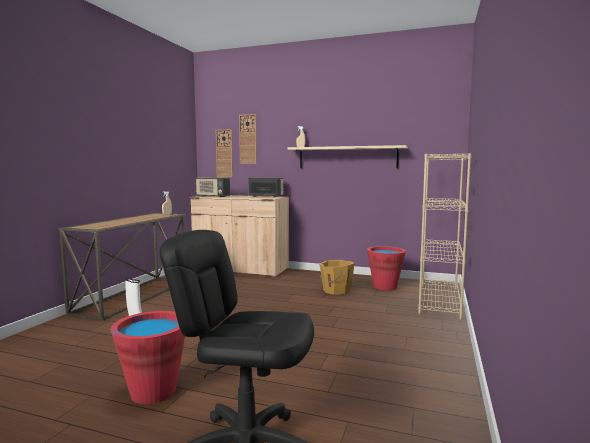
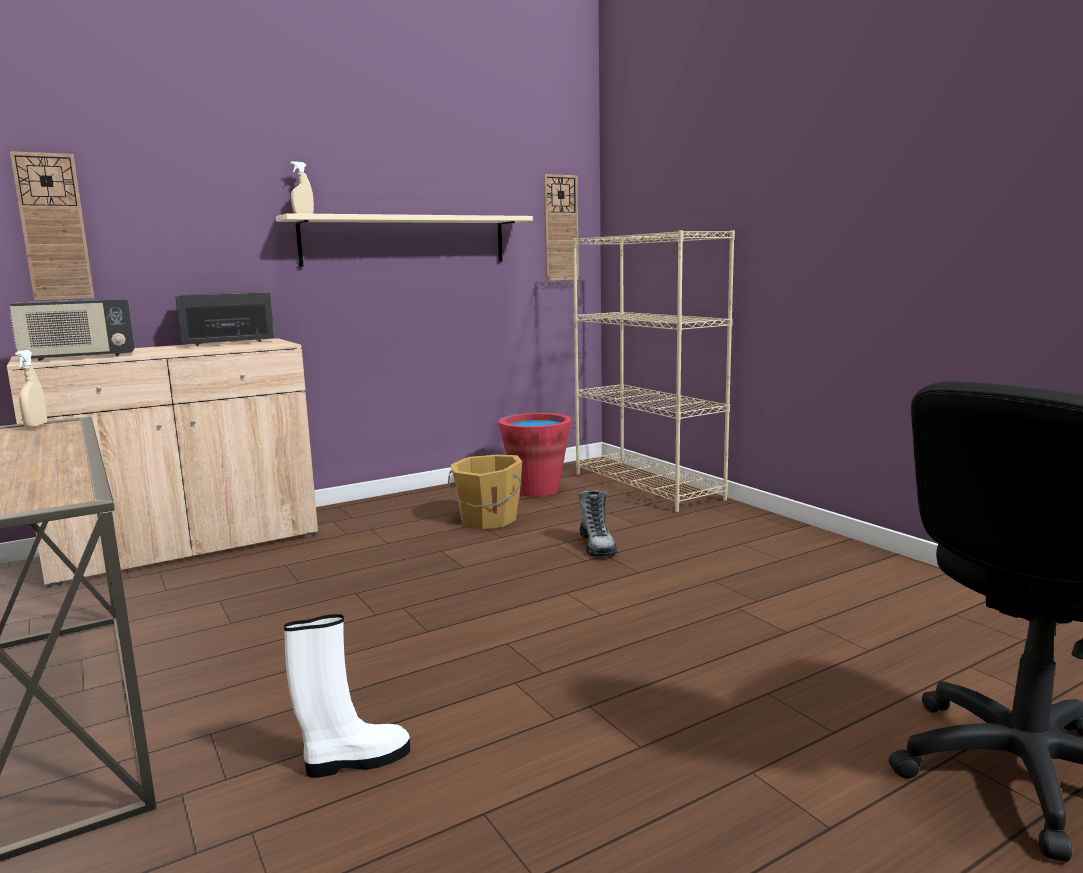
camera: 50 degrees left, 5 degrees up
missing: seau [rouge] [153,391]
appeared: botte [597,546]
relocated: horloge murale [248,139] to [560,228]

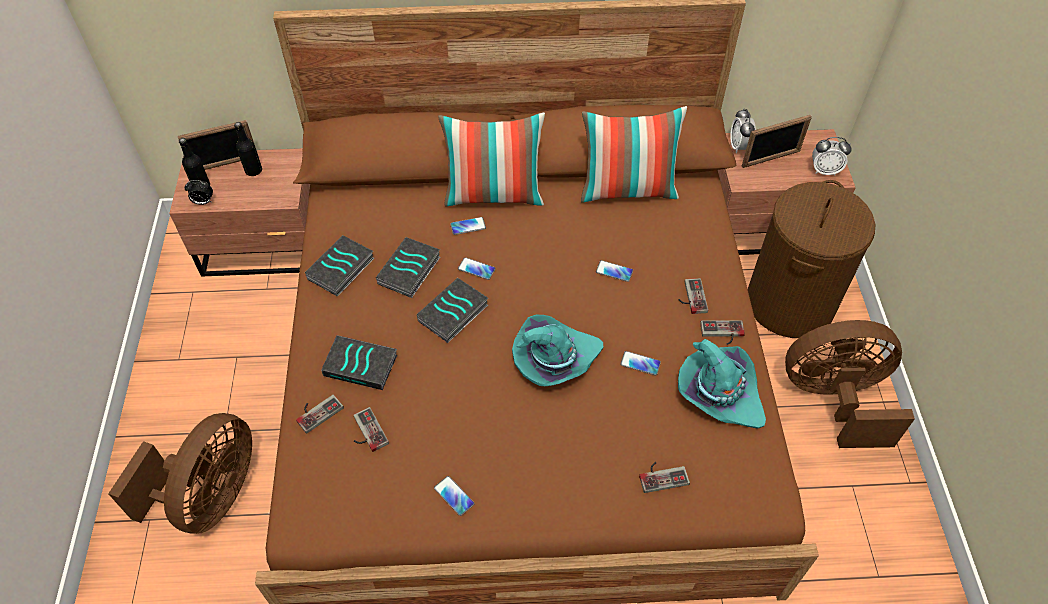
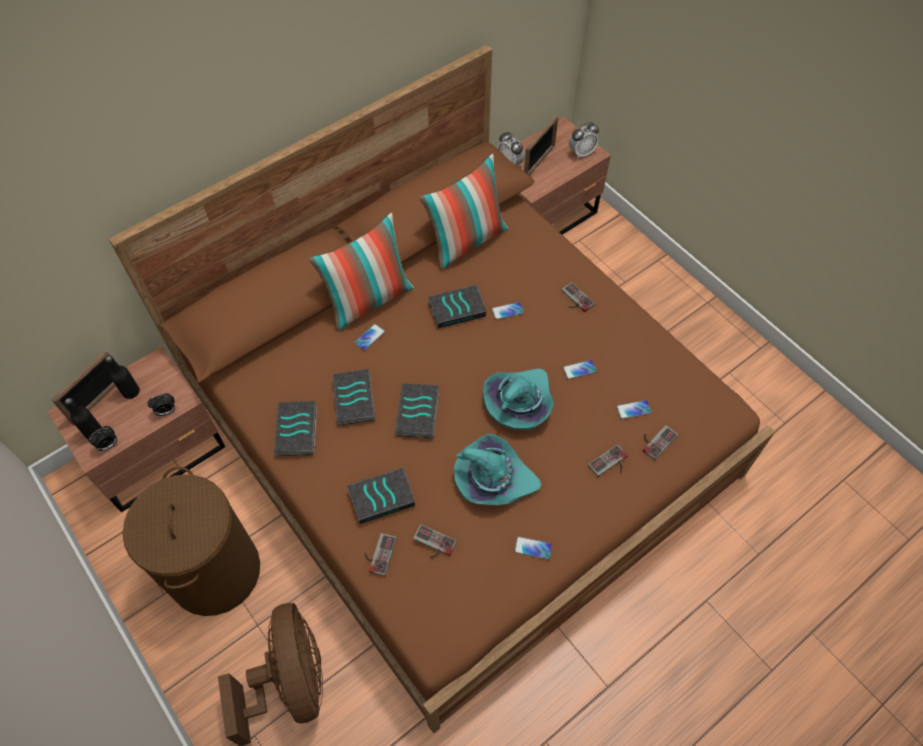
camera: 35 degrees left, 5 degrees up
missing: ventilateur [marron] [834,399]
appeared: réveil [166,411]; livre [457,308]
relocated: panier à linge [marron] [789,303] to [214,571]; chapeau [turquoise] [719,393] to [493,479]; manette [722,333] to [610,464]; téléphone [476,269] to [633,410]

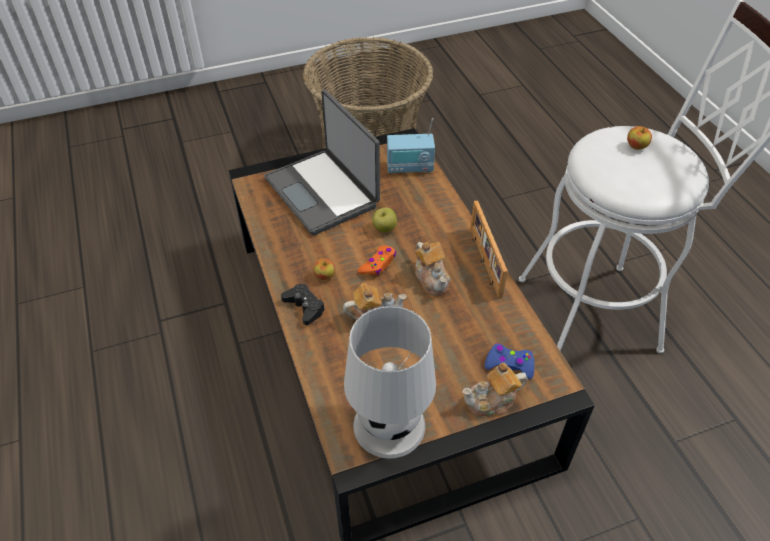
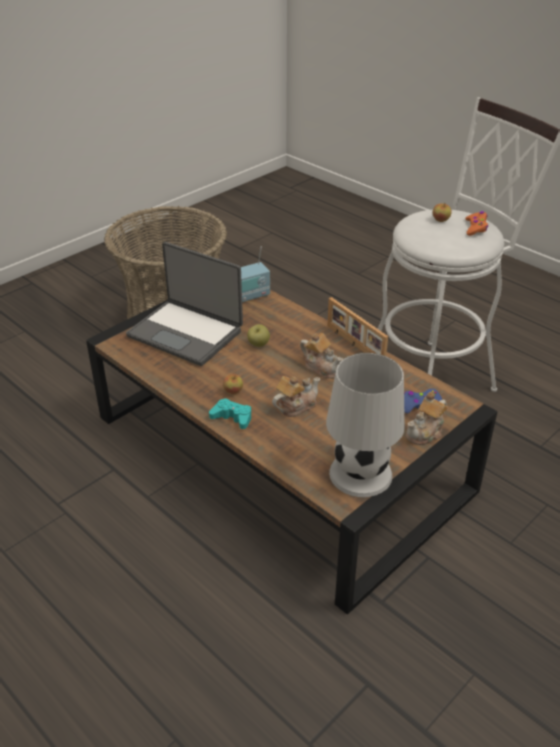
camera: 25 degrees left, 10 degrees down
relocated: manette [orange] [378,264] to [476,228]
colour: manette [noir] [304,307] to manette [turquoise] [232,417]

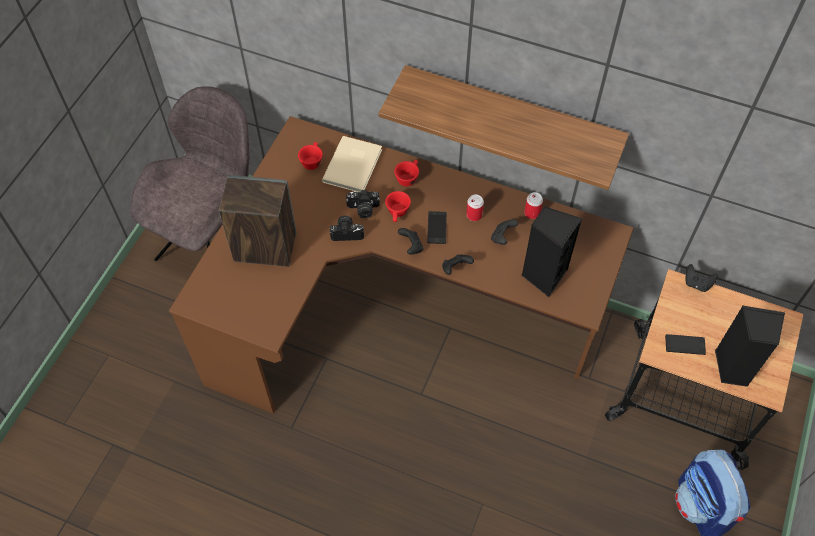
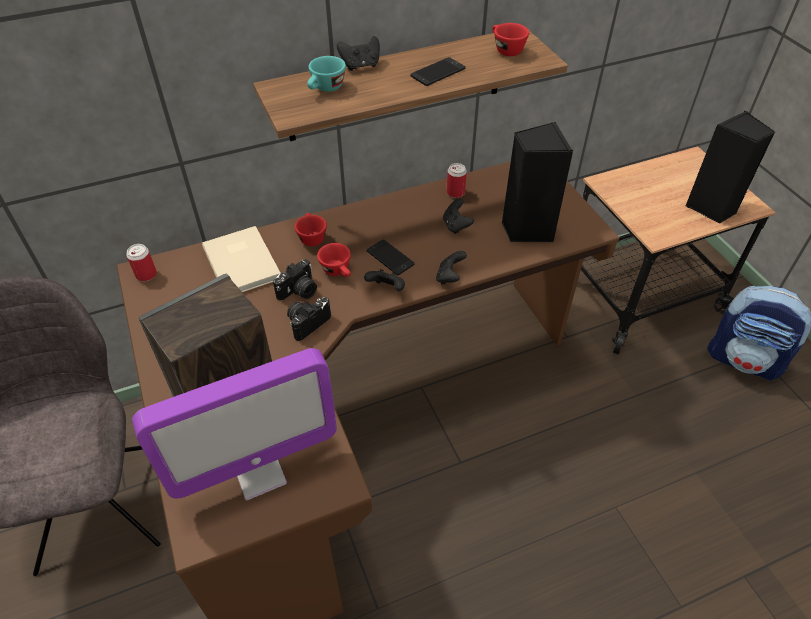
camera: 45 degrees left, 10 degrees down
appeared: écran d'ordinateur [259,472]; tasse [turquoise] [326,89]
relocated: boîte métallique [474,215] to [146,274]; manette [noir] [697,283] to [360,65]; téléphone [685,345] to [438,72]; tasse [rouge] [312,161] to [505,49]

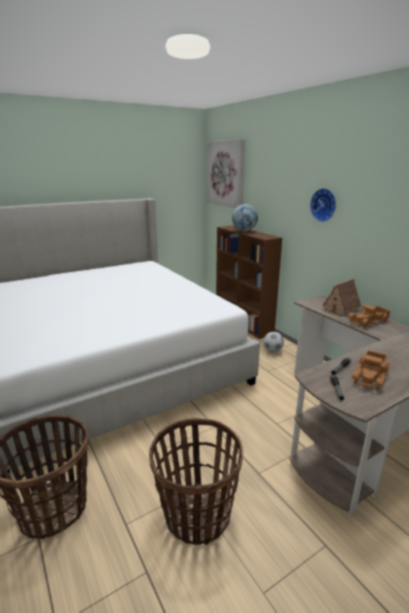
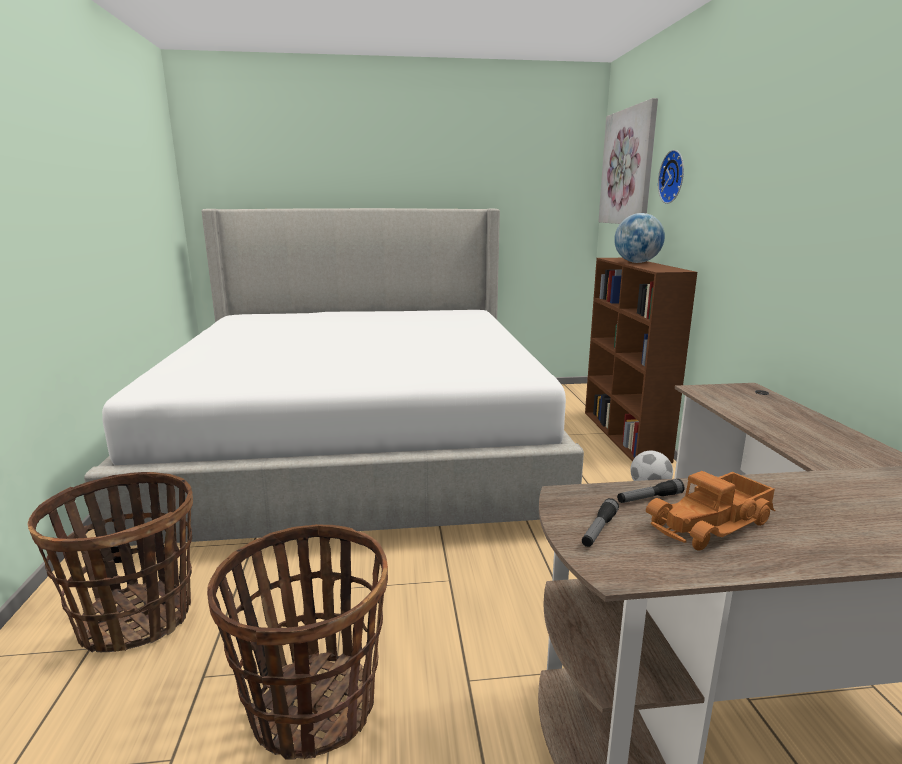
camera: 25 degrees right, 5 degrees down
missing: maison miniature [340,309]; camion jouet [369,321]
relocated: horloge murale [324,205] to [674,177]

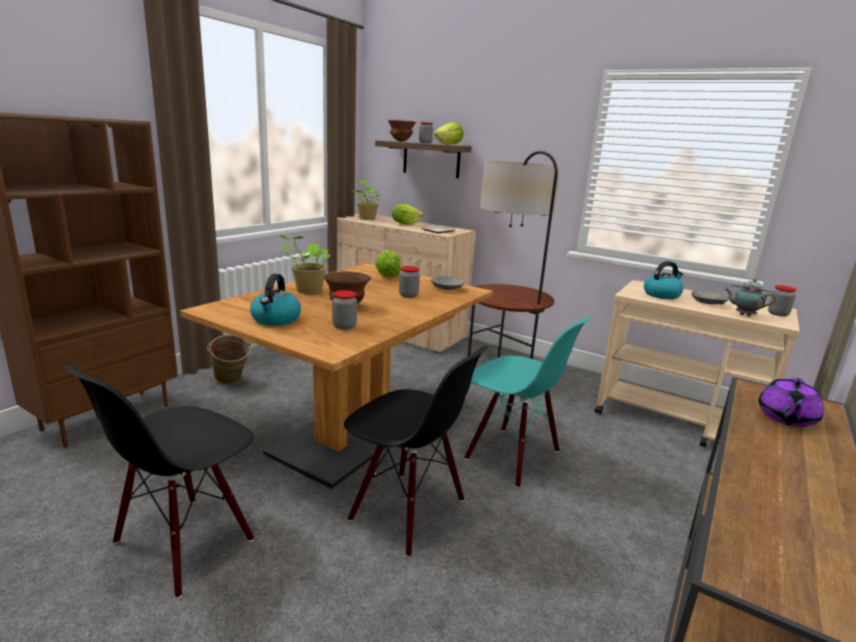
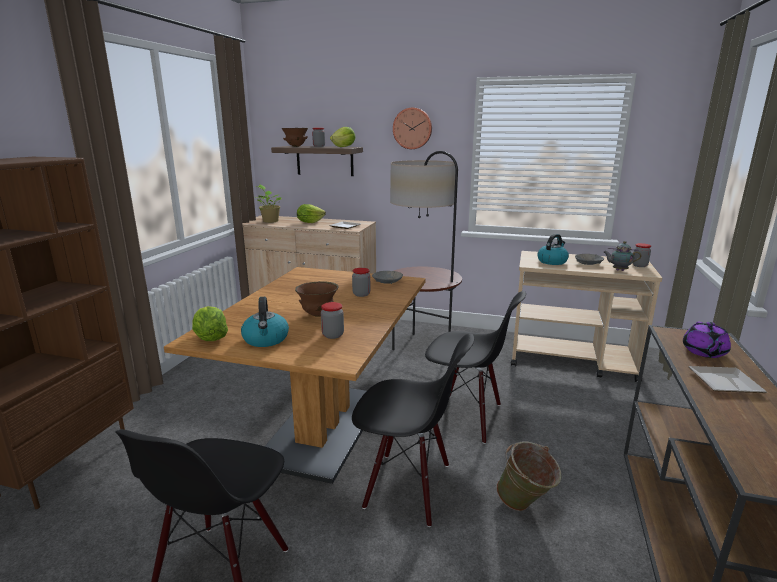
camera: 15 degrees left, 0 degrees up
missing: plante en pot [307,291]
appeared: horloge murale [412,128]; assiette [722,381]
relocated: laitue [387,276] to [210,338]; seau [vert] [231,383] to [525,506]
colour: chaise [turquoise] [512,456] to chaise [noir] [466,417]

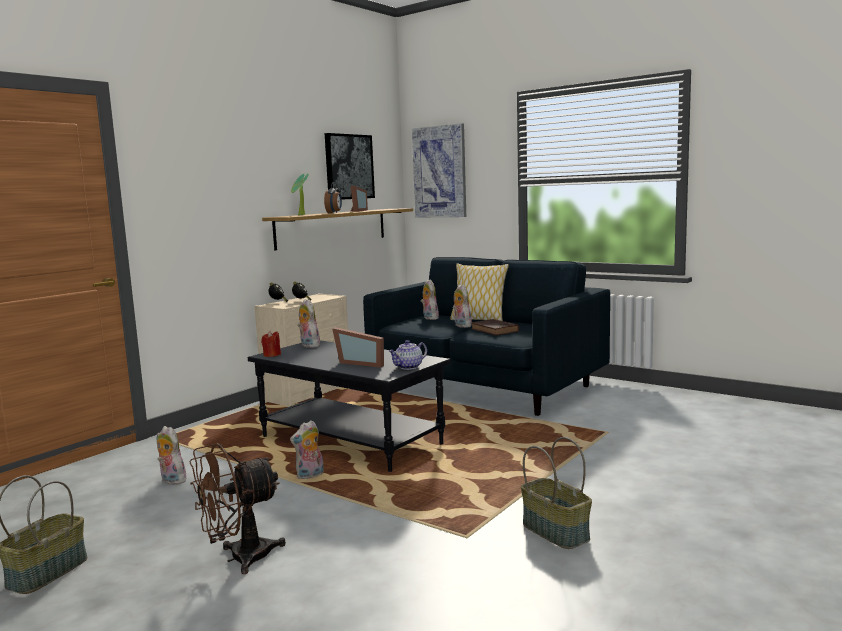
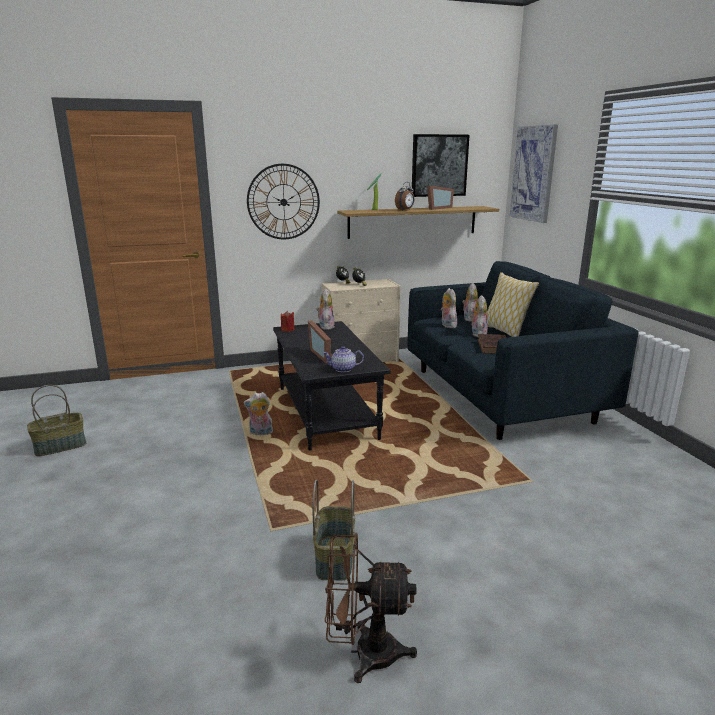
camera: 35 degrees right, 10 degrees up
appeared: horloge murale [283,202]
relocated: ventilateur [marron] [239,558] to [364,653]; peluche [171,480] to [447,325]

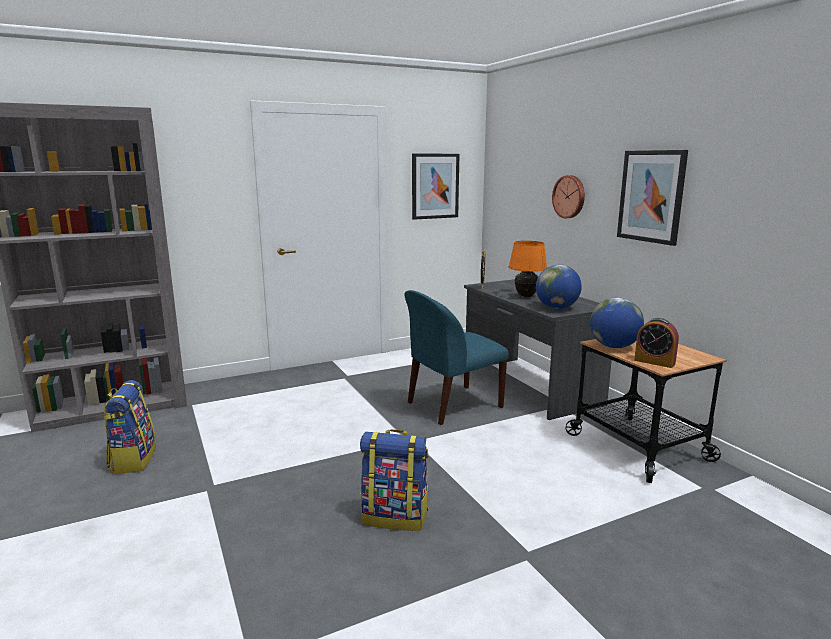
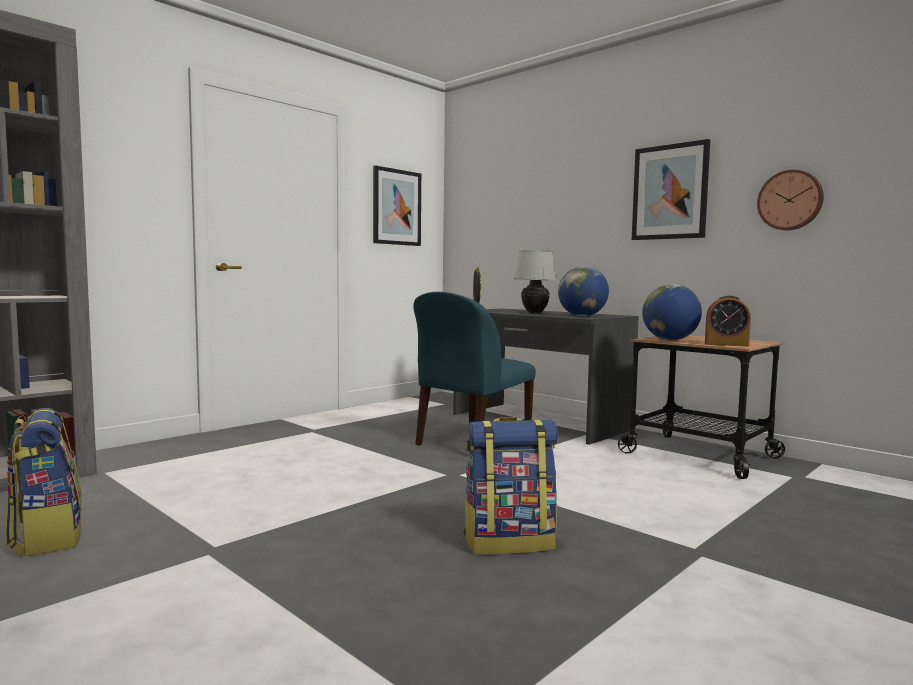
camera: 20 degrees left, 10 degrees down
relocated: horloge murale [569,196] to [790,200]
colour: lampe de table [orange] [525,296] to lampe de table [blanc] [534,313]

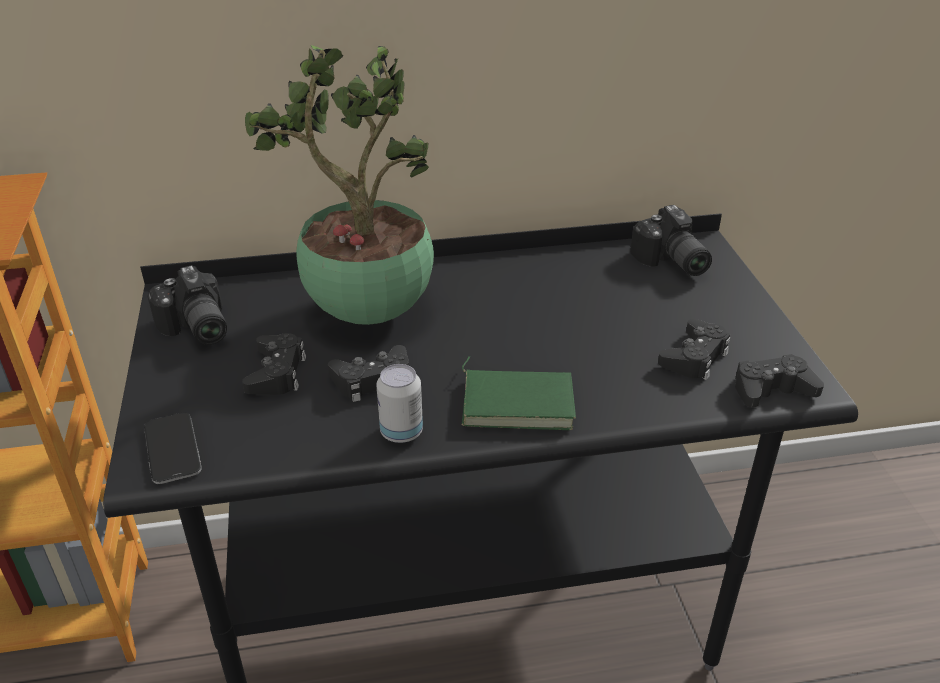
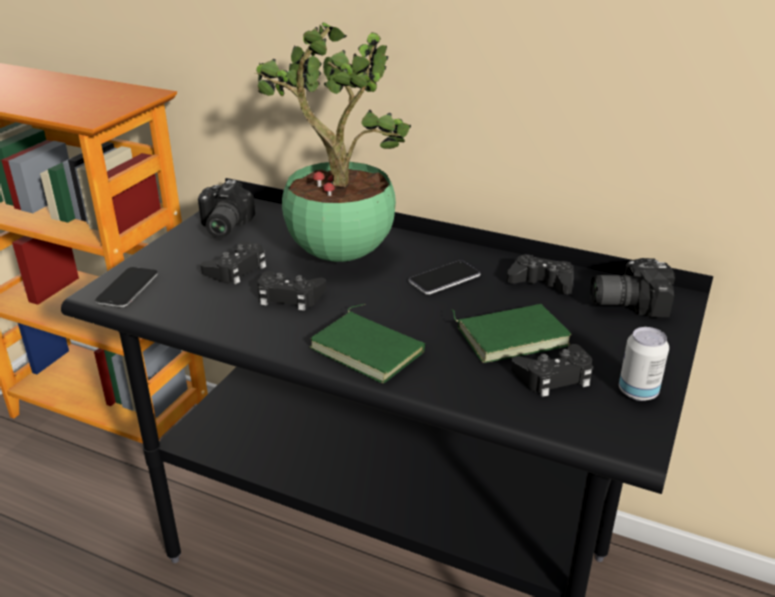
camera: 35 degrees right, 5 degrees down
appeared: téléphone [444,279]; livre [vert] [511,335]
relocated: manette [noir] [772,389] to [541,282]; boîte métallique [401,432] to [638,392]
spun: appareil photo [670,262] = [626,302] 75 degrees clockwise

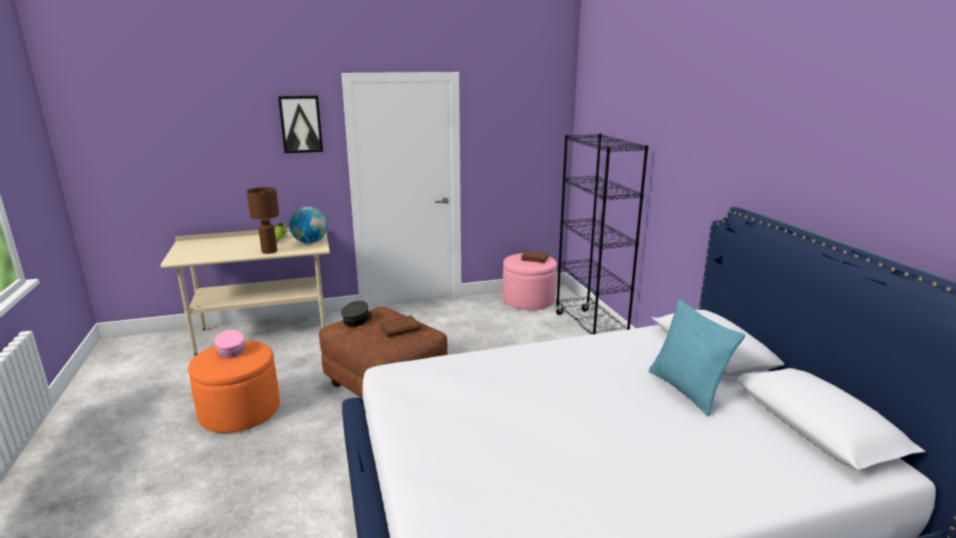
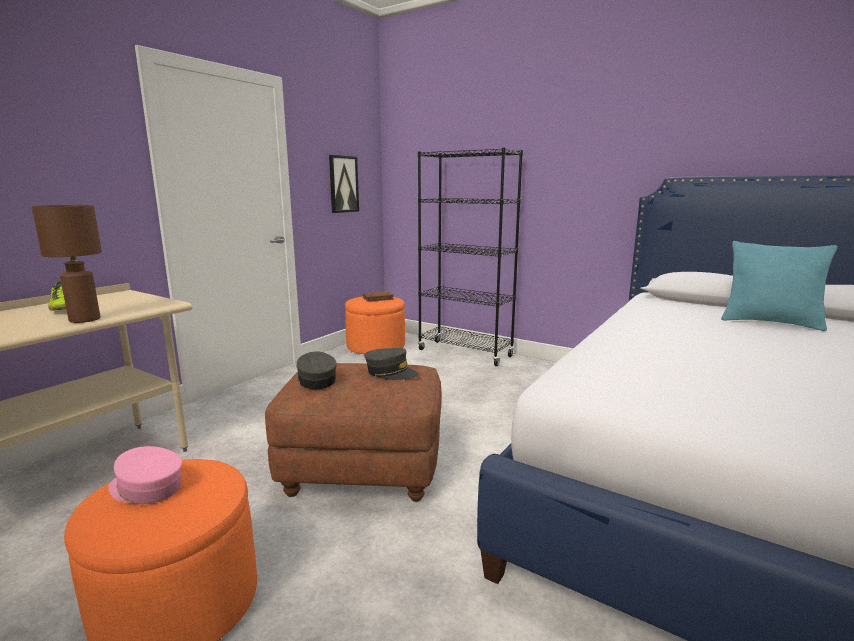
camera: 40 degrees left, 5 degrees down
missing: globe [310,242]
relocated: tableau [301,124] to [343,184]
exchanged: livre [marron] [400,329] to casquette [gris] [391,373]
colour: pouf [rose] [528,300] to pouf [orange] [376,347]

